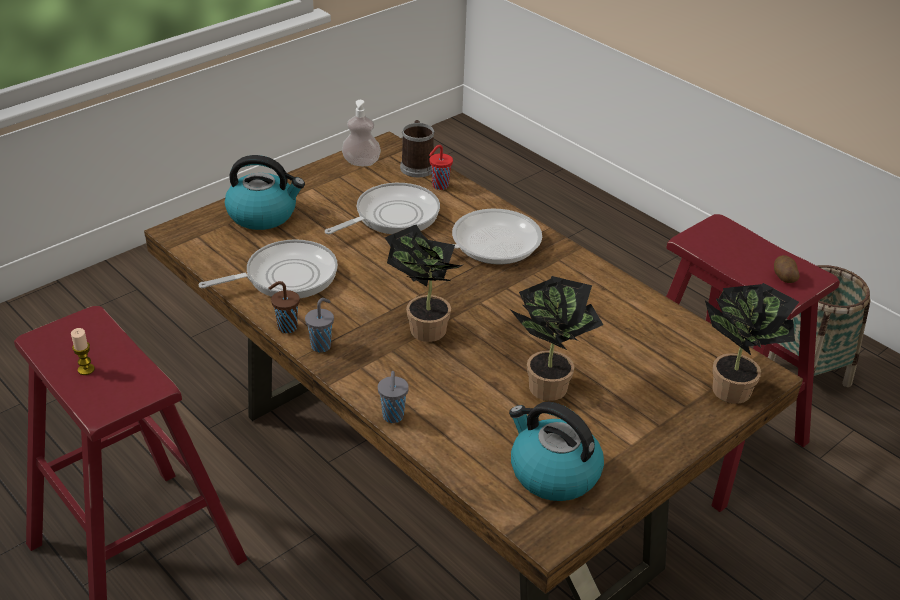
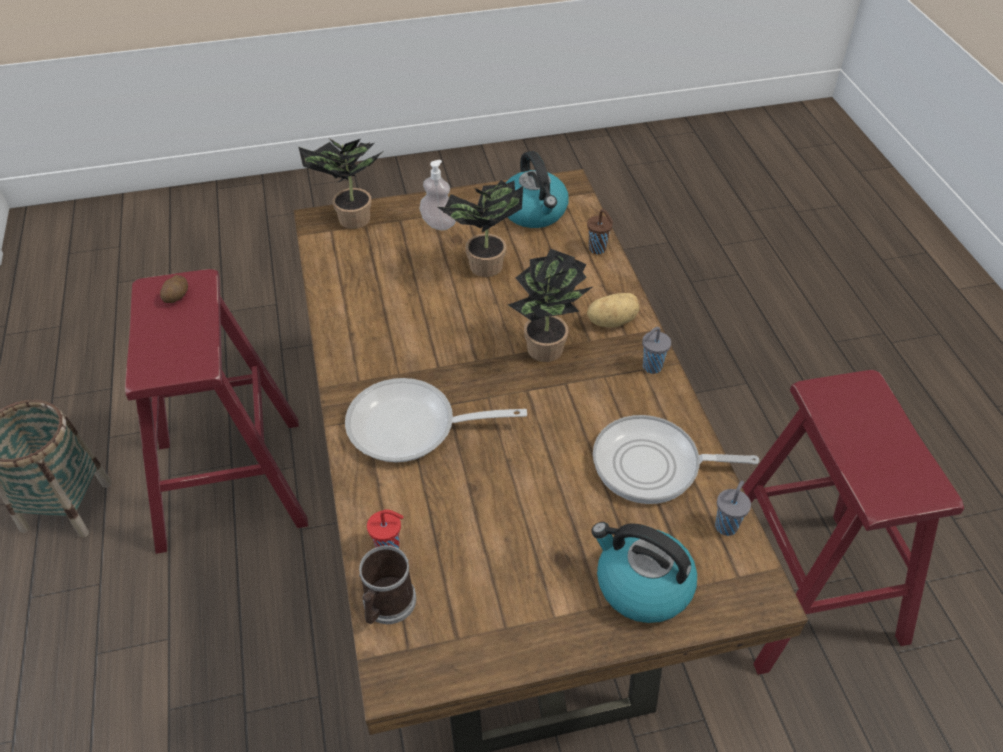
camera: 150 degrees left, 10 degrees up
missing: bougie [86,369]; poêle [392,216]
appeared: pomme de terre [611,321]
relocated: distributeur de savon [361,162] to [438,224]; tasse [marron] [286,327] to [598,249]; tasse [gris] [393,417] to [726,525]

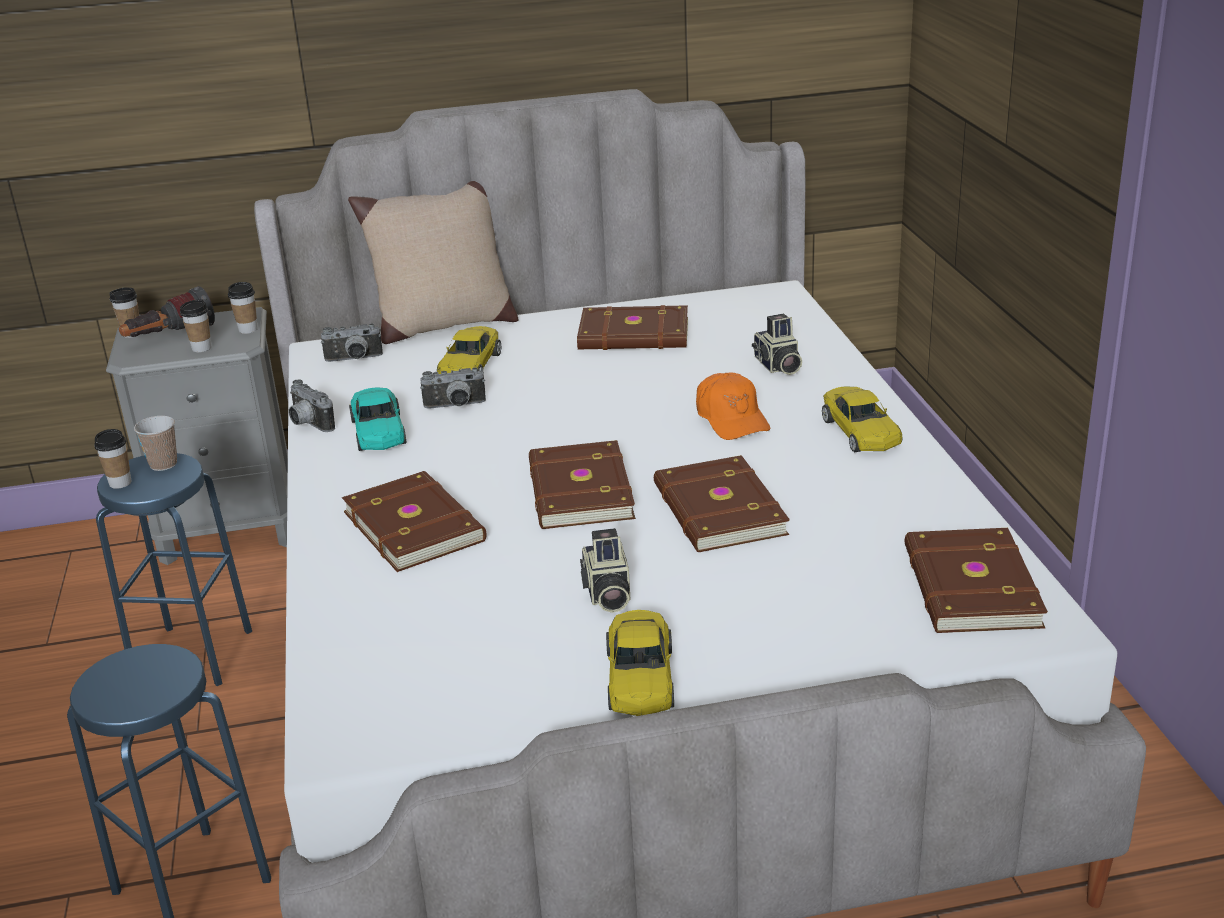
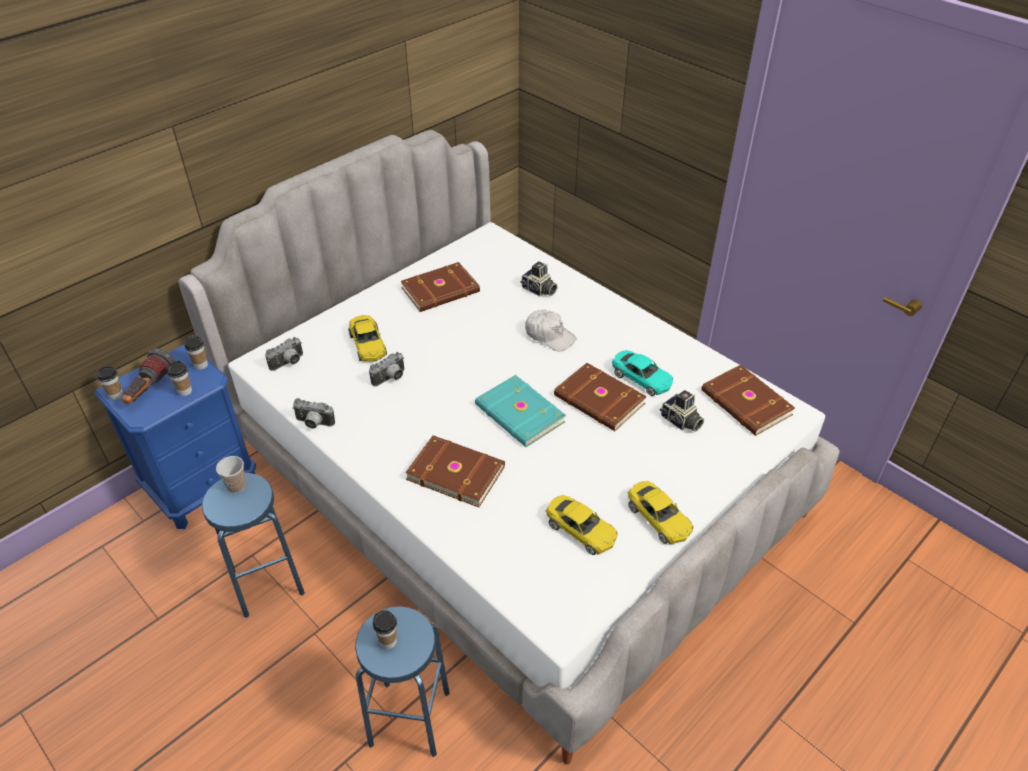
camera: 35 degrees left, 15 degrees up
missing: coussin [beige] [443,325]
relocated: tasse [120,483] to [388,641]; petite voiture [jaune] [860,431] to [581,530]; petite voiture [turquoise] [378,431] to [641,378]; appareil photo [606,594] to [680,422]
colour: table de chevet [gris] [231,530] to table de chevet [bleu] [204,487]; livre [marron] [577,491] to livre [turquoise] [519,415]; casquette [orange] [732,419] to casquette [blanc] [549,336]

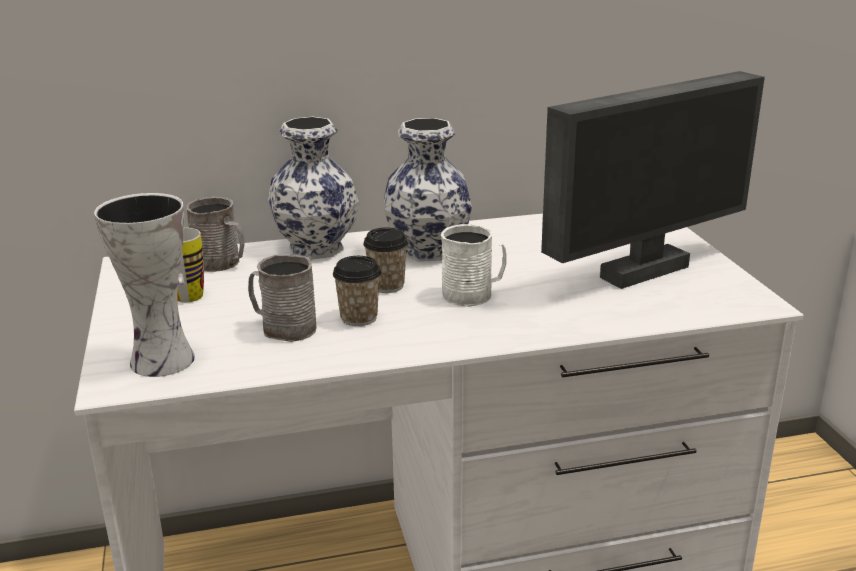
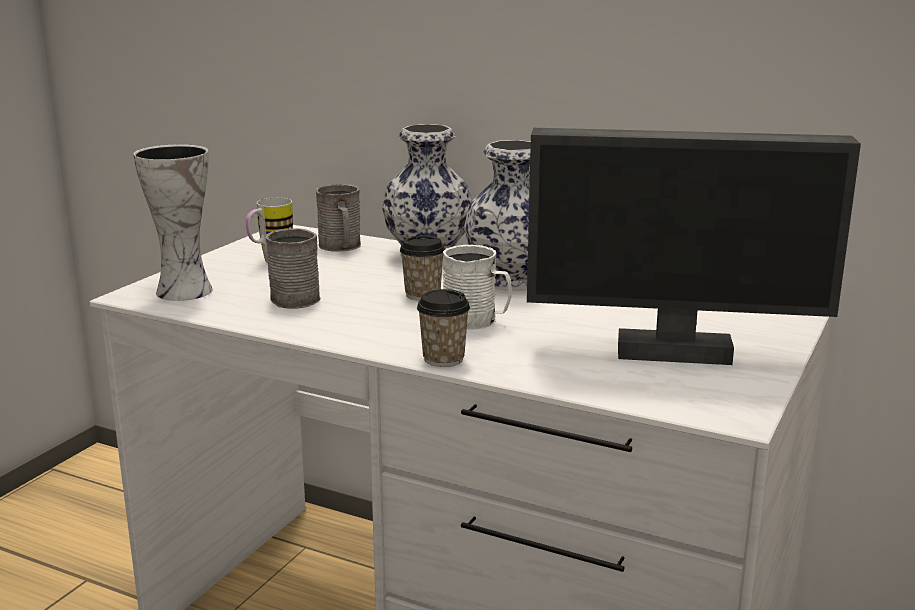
camera: 40 degrees right, 5 degrees down
relocated: tasse [359,318] to [443,359]

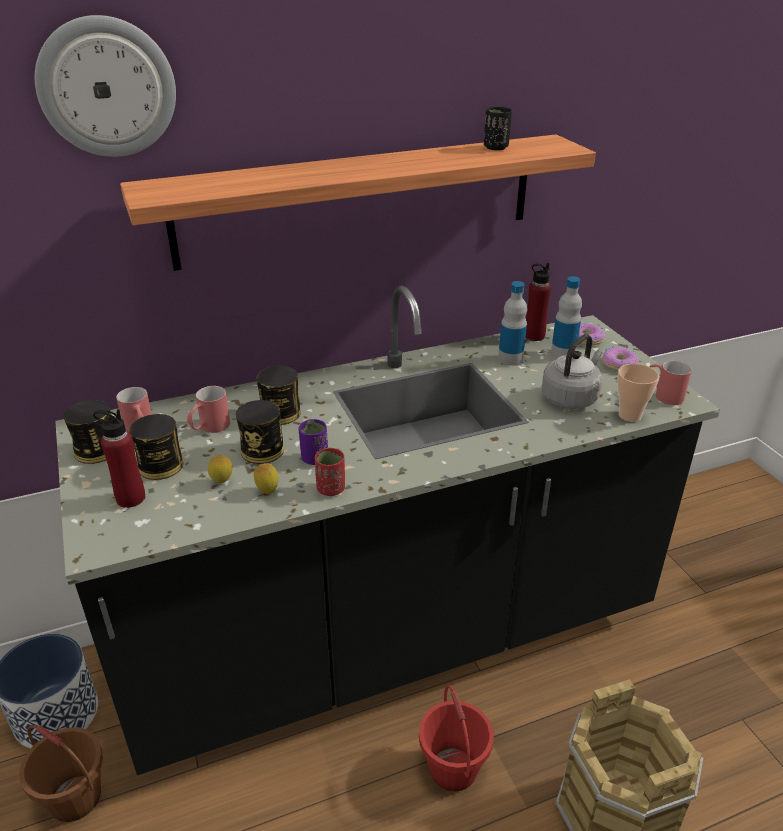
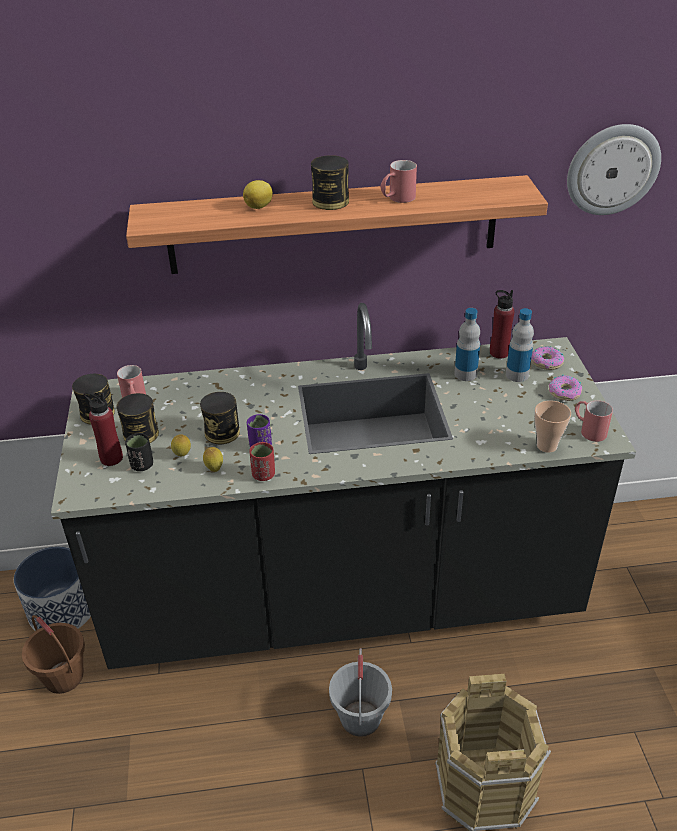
camera: 15 degrees right, 5 degrees up
missing: bouilloire [gris] [571,398]
appeared: citron [259,206]
relocated: tasse [noir] [496,147] to [142,465]; boîte métallique [280,413] to [330,201]; mug [rouge] [209,428] to [397,199]; horloge murale [107,88] to [612,169]
colour: seau [rouge] [452,768] to seau [gris] [360,717]

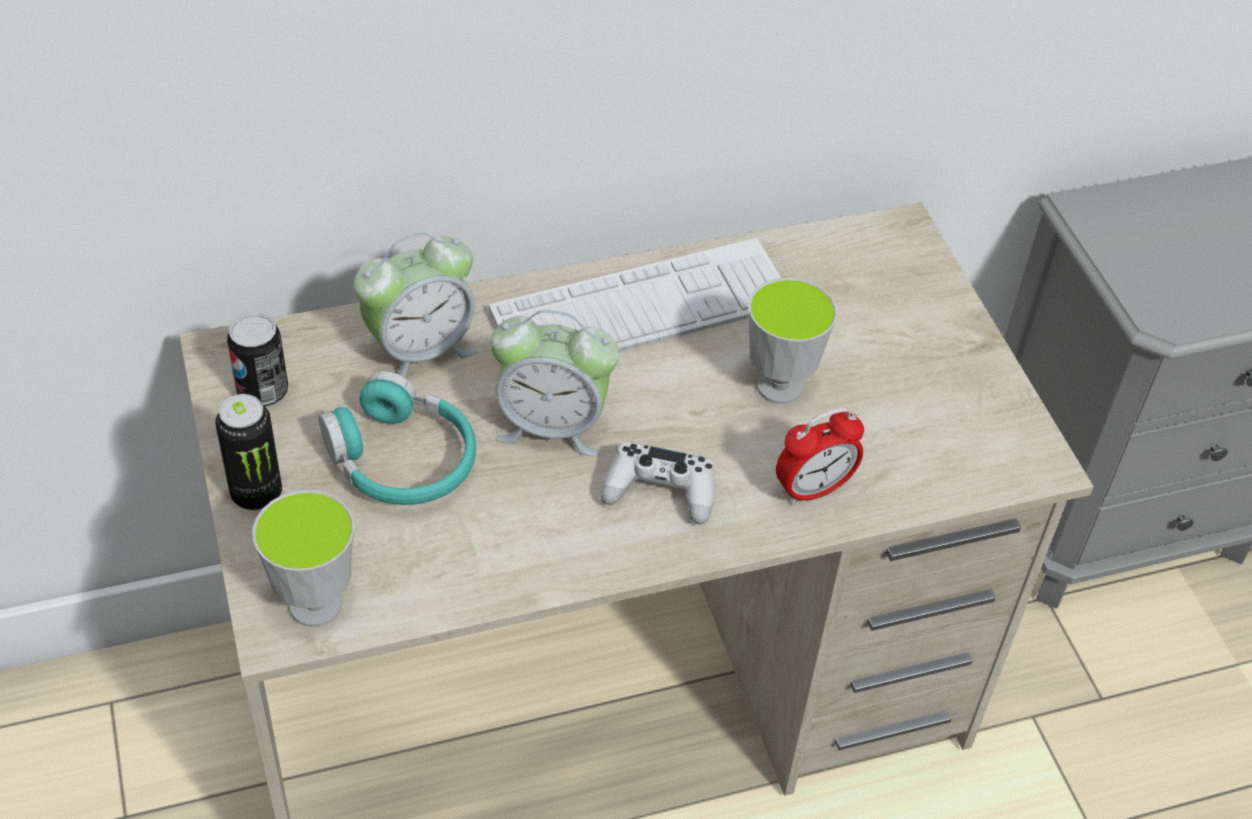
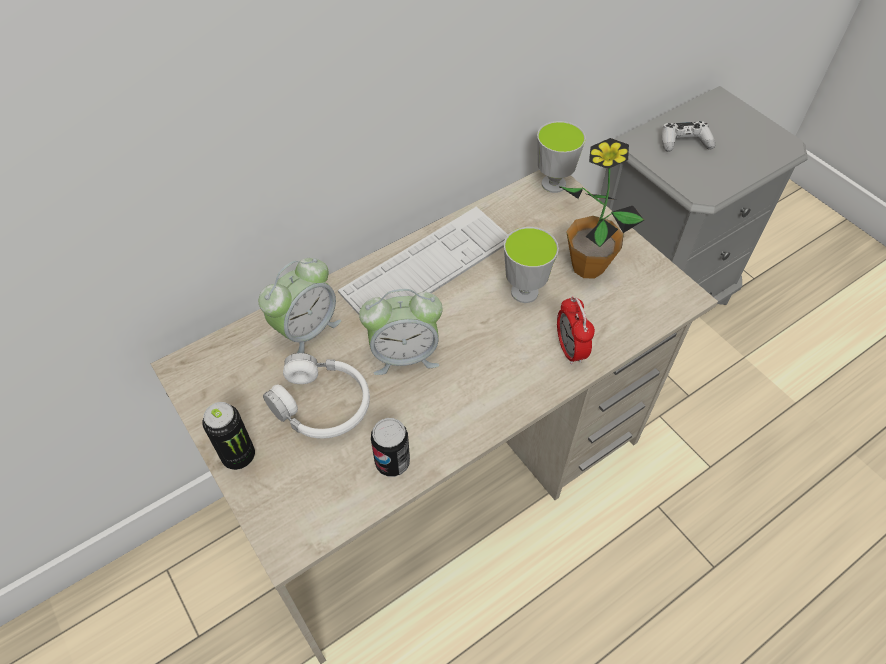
camera: 15 degrees left, 5 degrees up
appeared: plante en pot [588,266]
relocated: boîte métallique [263,392] to [392,462]; tasse [315,605] to [553,184]; manette [blanc] [660,491] to [684,142]
colour: casque audio [turquoise] [401,459] to casque audio [blanc] [321,405]
spun: réveil [813,489] = [570,349] 120 degrees clockwise

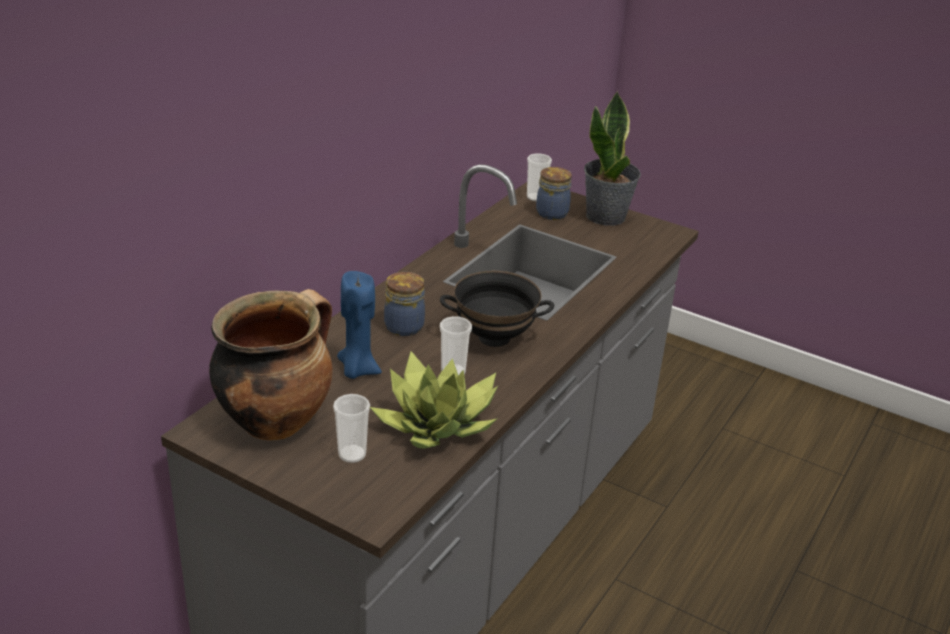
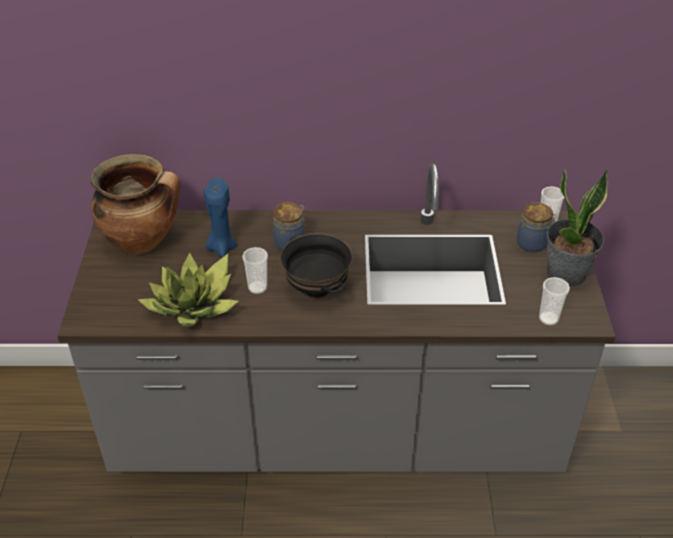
camera: 60 degrees right, 10 degrees up
relocated: tasse [352,454] to [548,318]

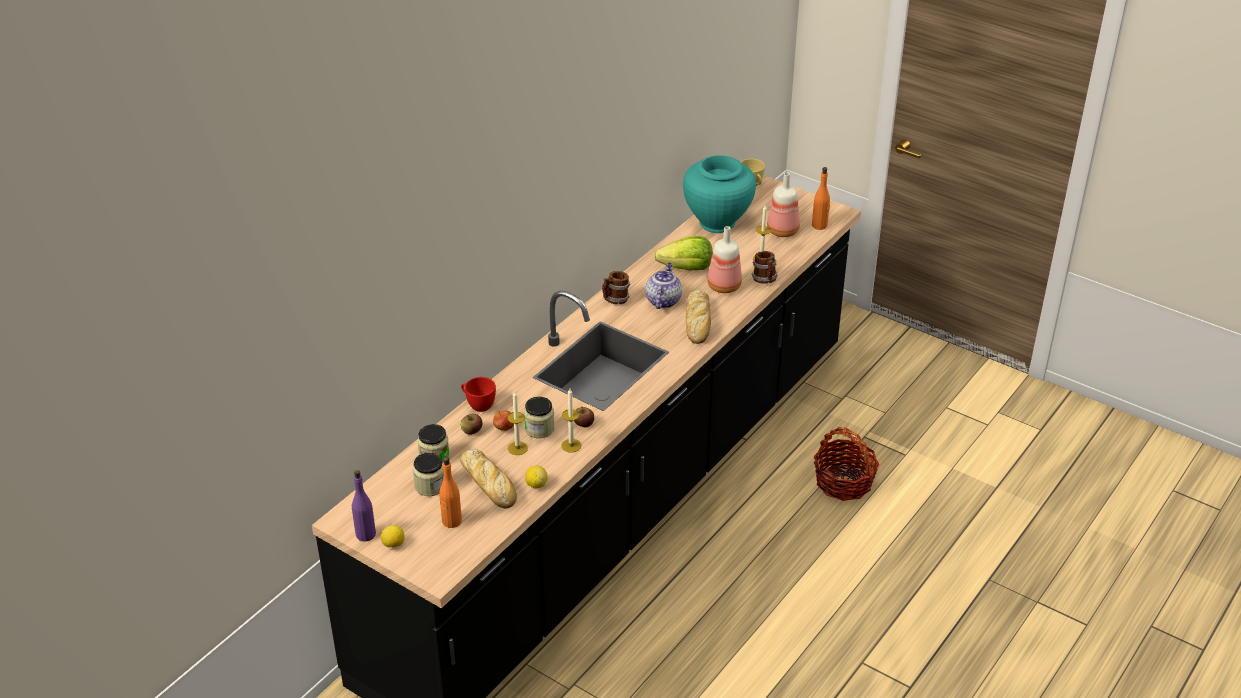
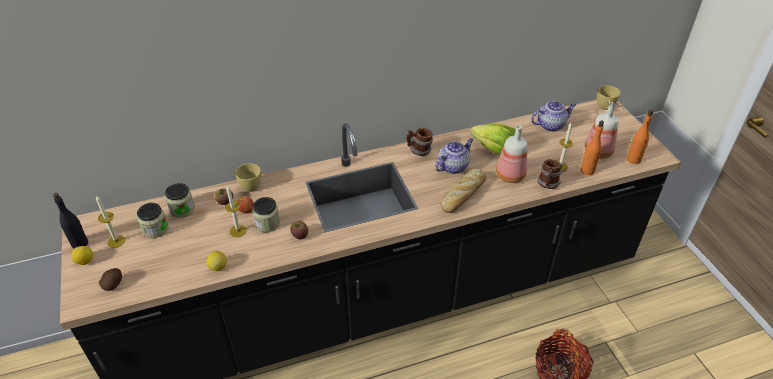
camera: 35 degrees right, 5 degrees up
missing: pain [489,484]
appeared: pomme de terre [114,284]
relocated: bougie [571,445] to [116,241]; bouteille [orange] [451,521] to [587,170]
exchanged: vase [turquoise] [717,222] to théière [551,125]
colour: bouteille [violet] [366,534] to bouteille [noir] [80,243]; tasse [rouge] [478,405] to tasse [jaune] [250,185]

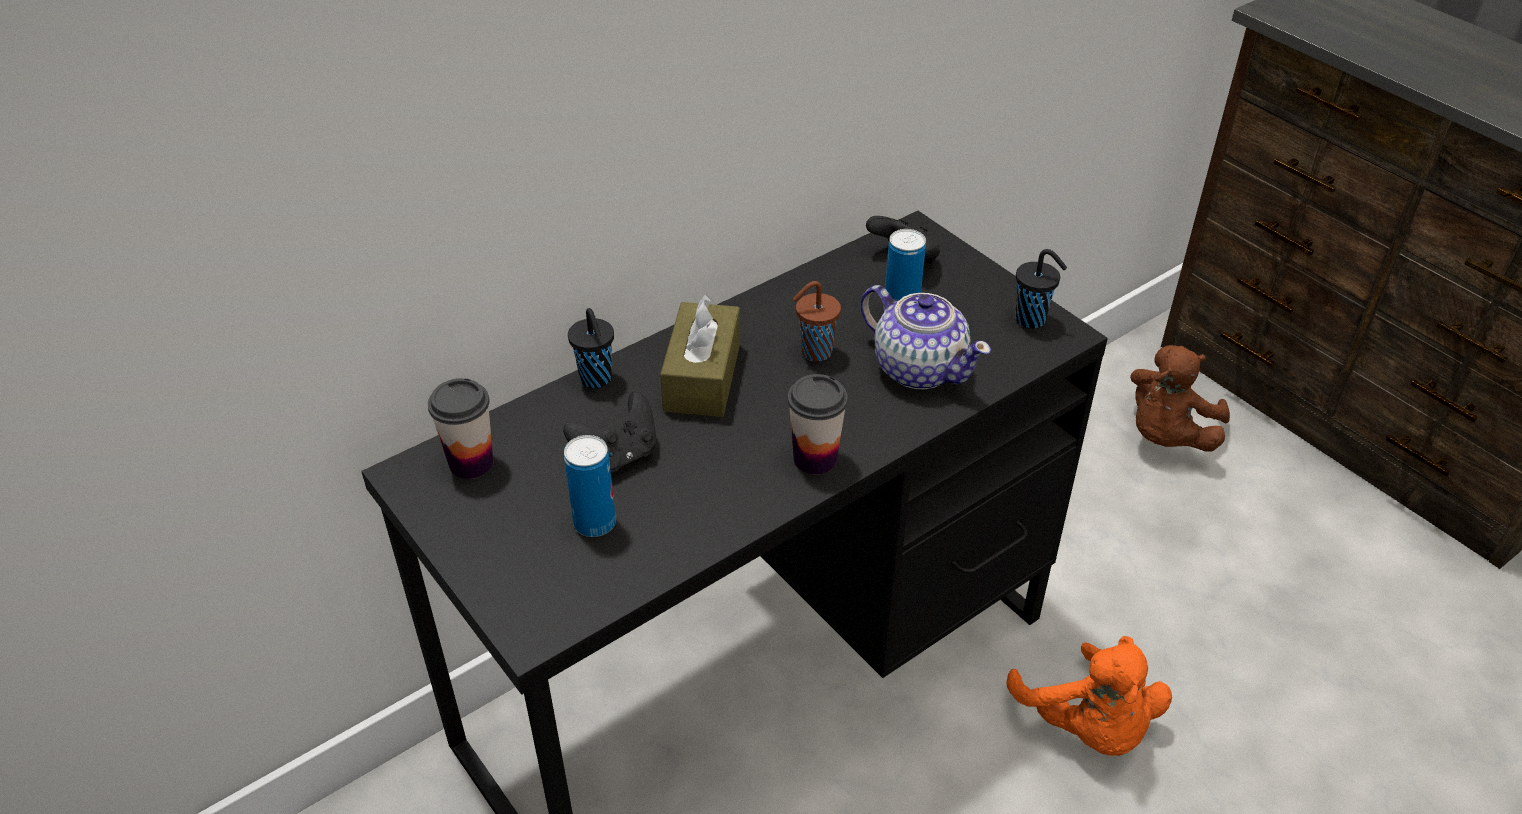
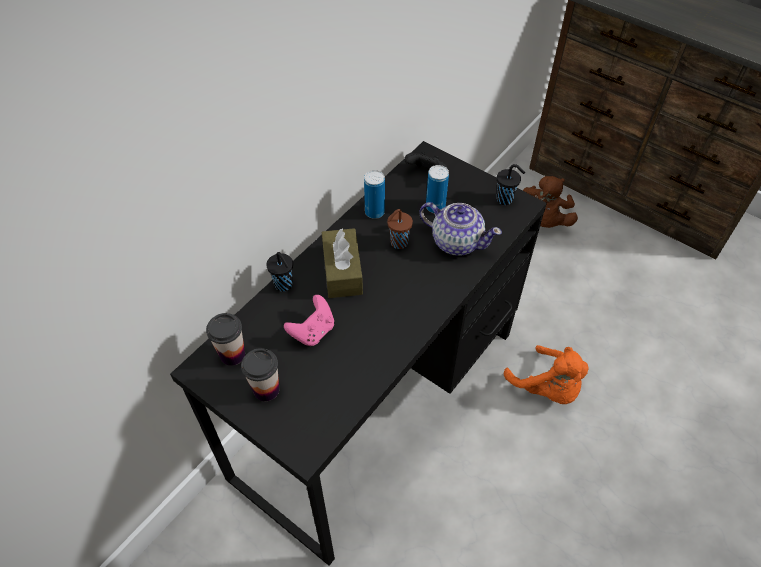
camera: 15 degrees left, 10 degrees up
relocated: tasse [815,459] to [266,389]; boîte métallique [594,523] to [374,212]
colour: manette [noir] [617,456] to manette [rose] [313,331]

